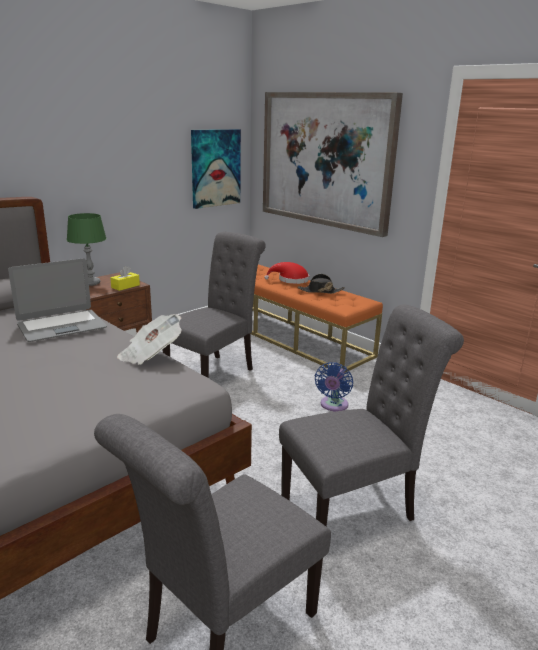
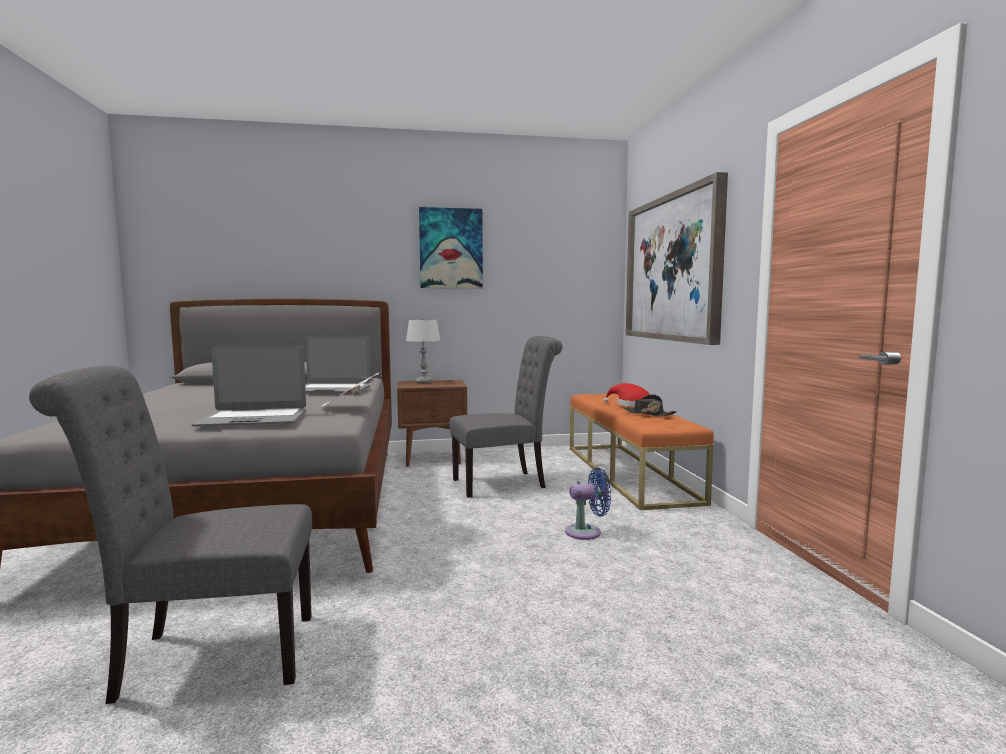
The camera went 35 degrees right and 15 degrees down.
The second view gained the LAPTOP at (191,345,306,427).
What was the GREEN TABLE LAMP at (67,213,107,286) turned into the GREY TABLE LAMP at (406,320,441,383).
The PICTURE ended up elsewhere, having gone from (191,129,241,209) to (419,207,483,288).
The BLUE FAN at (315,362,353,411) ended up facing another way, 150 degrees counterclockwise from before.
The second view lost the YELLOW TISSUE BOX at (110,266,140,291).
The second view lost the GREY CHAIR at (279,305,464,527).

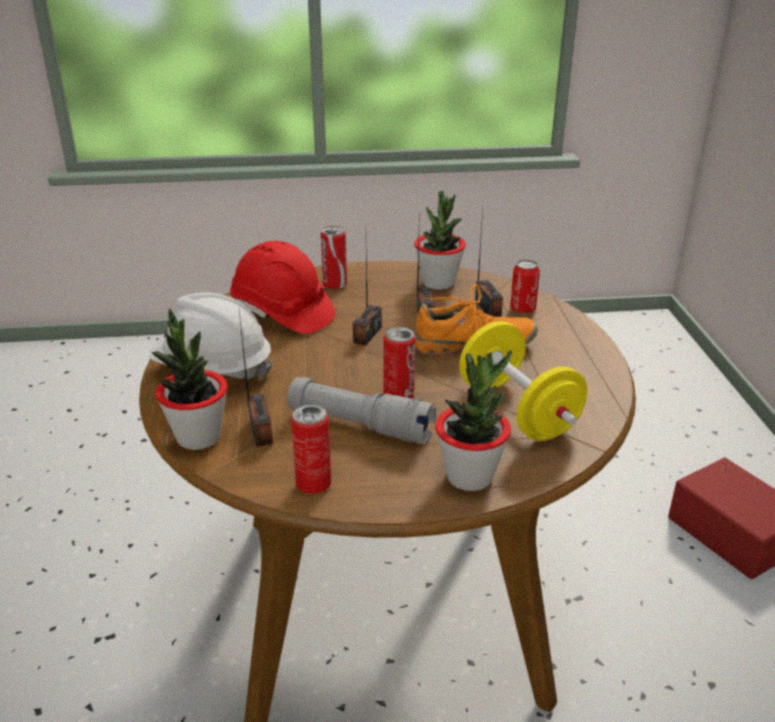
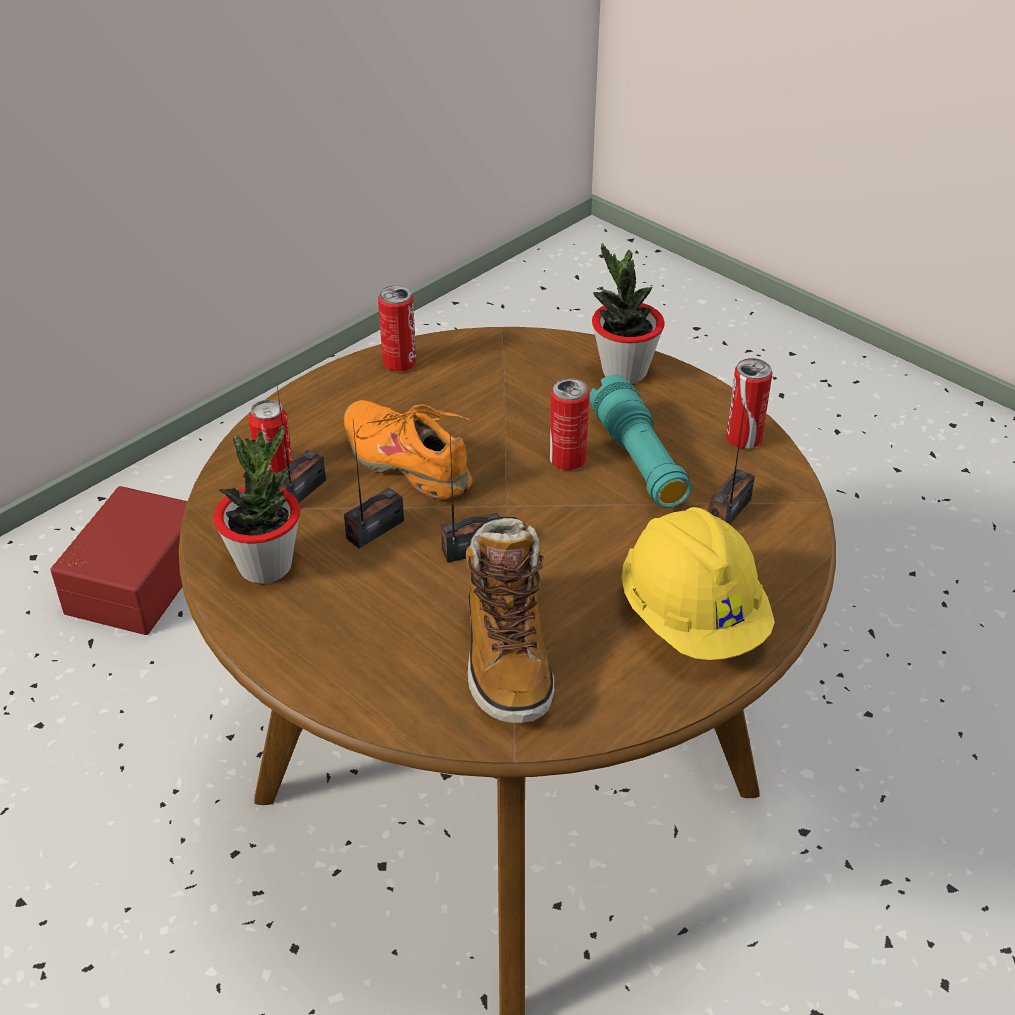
The camera went 130 degrees left and 10 degrees up.
The CAN ended up elsewhere, having gone from (321,226,347,289) to (378,285,416,371).
Where the RED HARD HAT stood at (230,241,335,334), the BOOT came to stand at (466,517,554,723).
What was the GREY FLASHLIGHT at (287,377,436,444) turned into the TURQUOISE FLASHLIGHT at (589,375,692,508).
What was the WHITE HARD HAT at (149,292,273,379) turned into the YELLOW HARD HAT at (622,507,775,660).
The second view lost the POTTED PLANT at (151,308,228,450).
The second view lost the YELLOW DUMBBELL at (459,321,588,441).

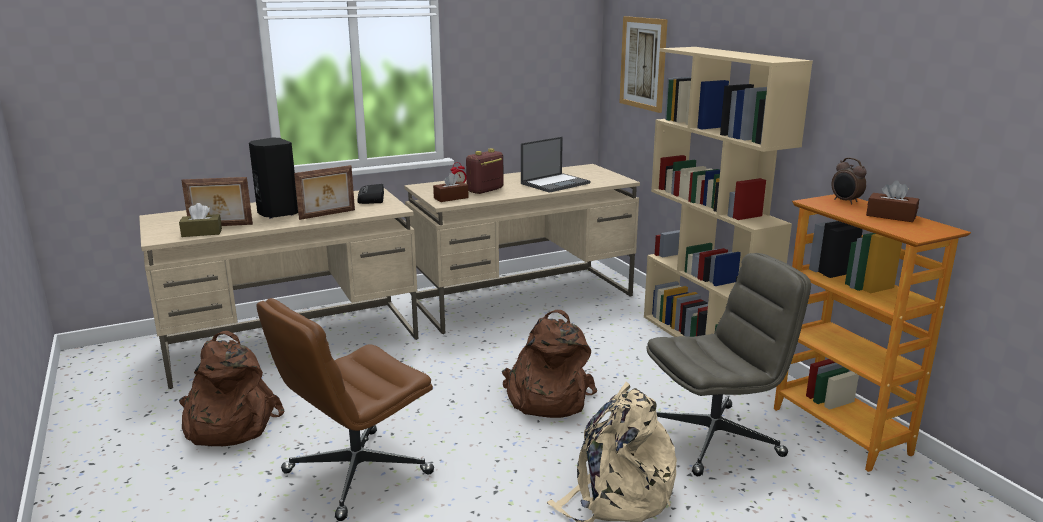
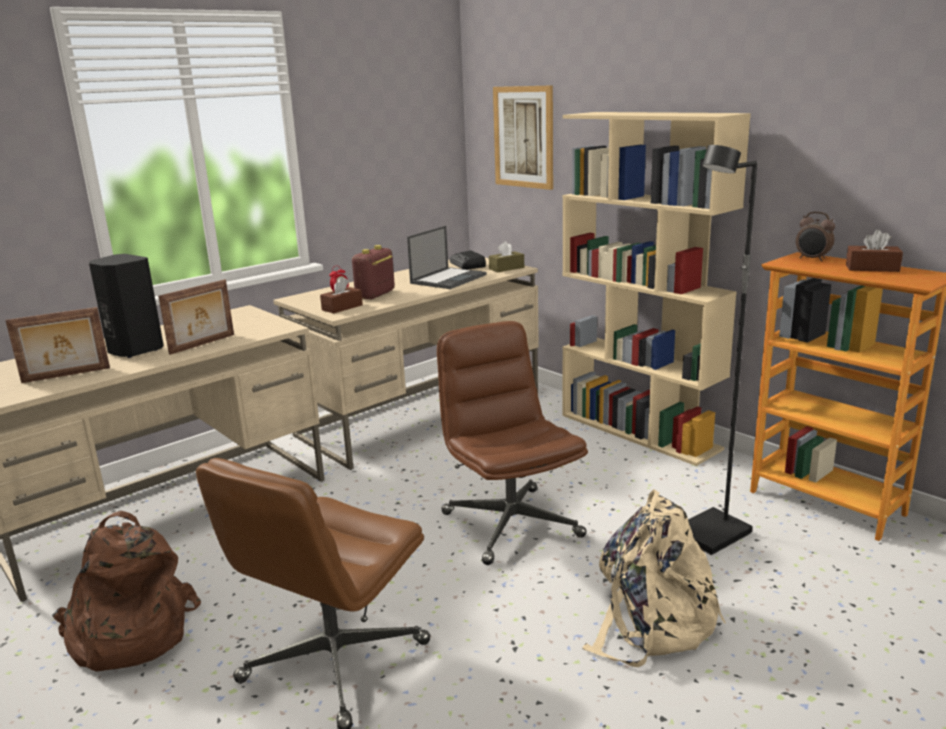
The camera went 15 degrees left and 0 degrees up.
Where the BROWN BACKPACK stood at (502,310,597,418), the BROWN OFFICE CHAIR came to stand at (437,321,588,565).
The RADIO ended up elsewhere, having gone from (358,184,384,204) to (450,250,486,269).
The BROWN TISSUE BOX ended up elsewhere, having gone from (179,203,222,237) to (489,241,524,272).
Where the GREY OFFICE CHAIR stood at (646,253,811,476), the BLACK FLOOR LAMP came to stand at (688,145,758,555).

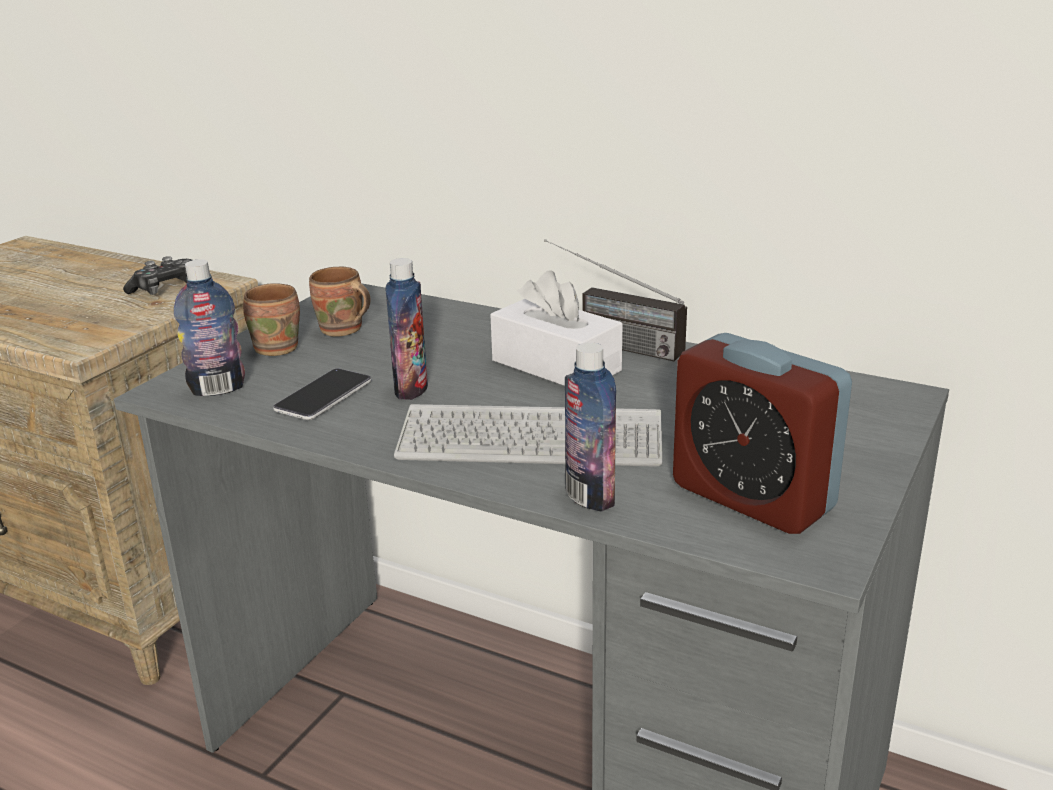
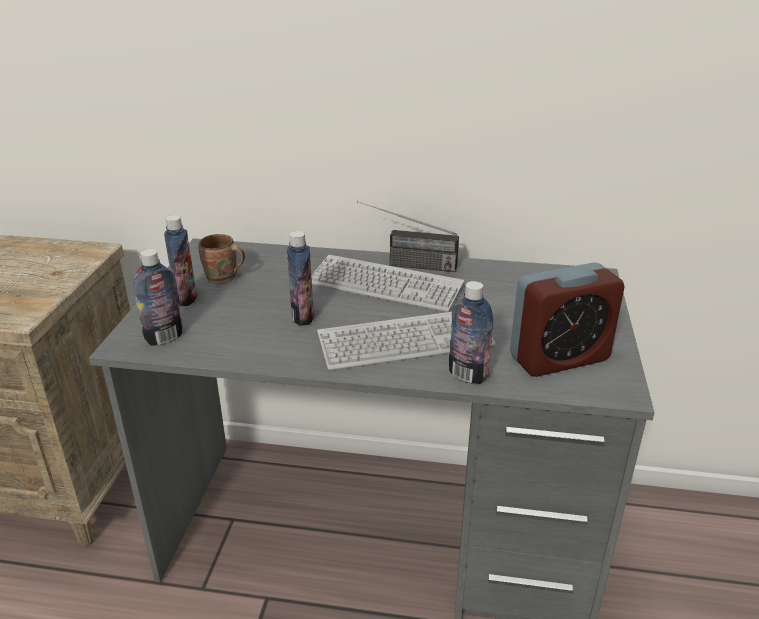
The camera went 20 degrees left and 5 degrees up.
Where the BROWN MUG stood at (243,283,300,356), the BOTTLE came to stand at (164,215,197,306).
Where the WHITE TISSUE BOX stood at (490,270,622,386), the KEYBOARD came to stand at (311,255,464,312).
The ALARM CLOCK at (673,333,852,534) ended up facing another way, 45 degrees counterclockwise from before.
The second view lost the GAME CONTROLLER at (123,256,192,295).
The second view lost the PHONE at (273,369,372,420).

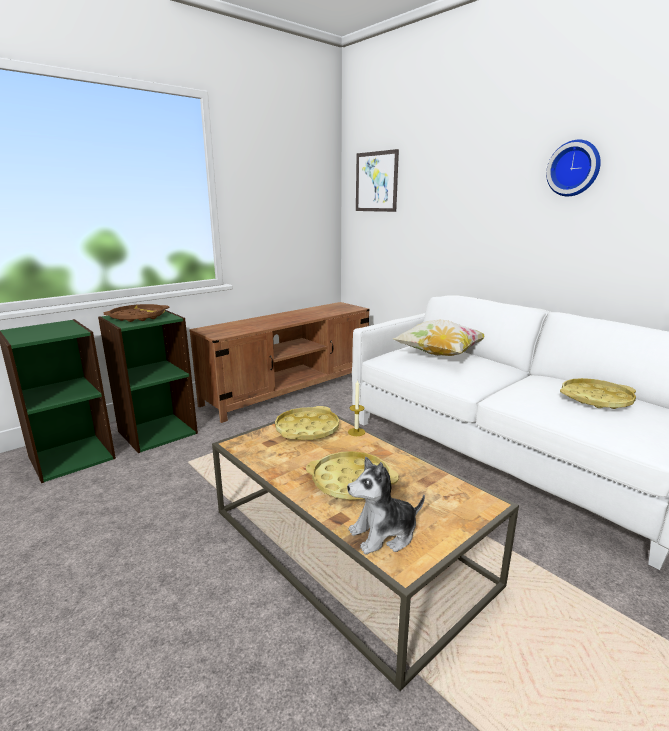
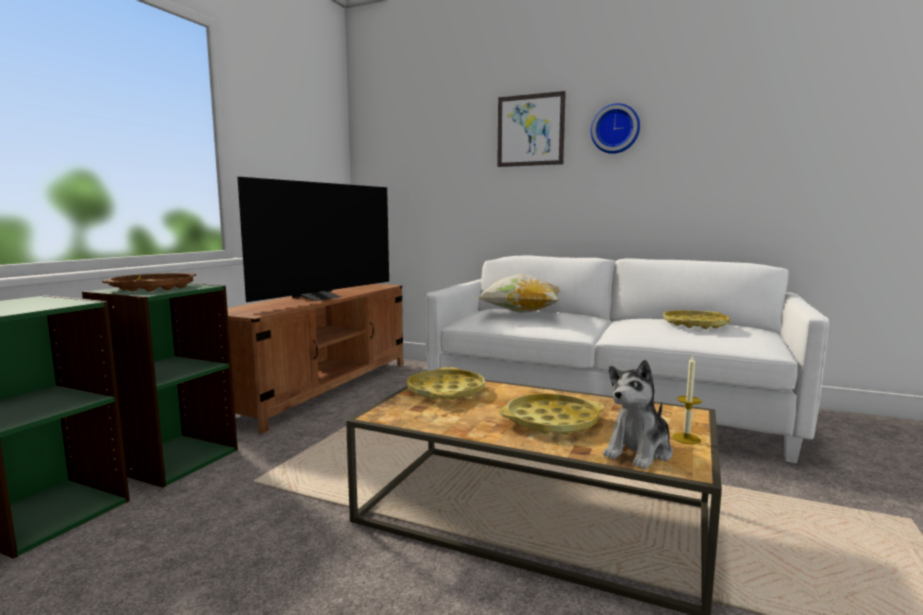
The camera went 25 degrees left and 10 degrees down.
The second view gained the TELEVISION at (238,177,389,302).
The PICTURE ended up elsewhere, having gone from (356,149,399,212) to (497,91,566,167).
The CANDLE ended up elsewhere, having gone from (348,380,365,436) to (672,355,702,444).

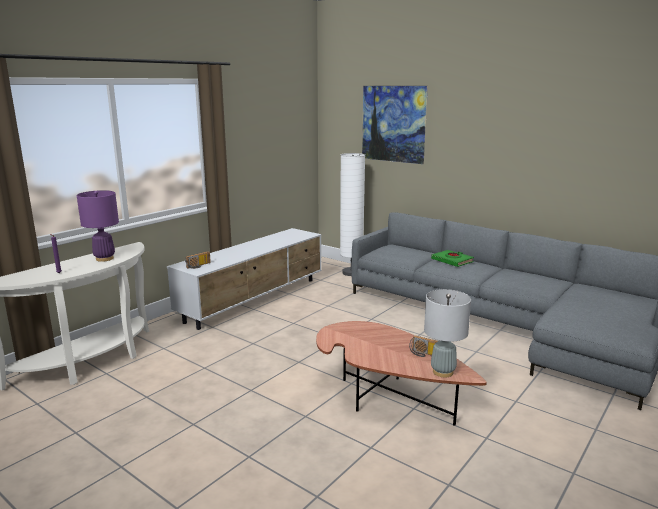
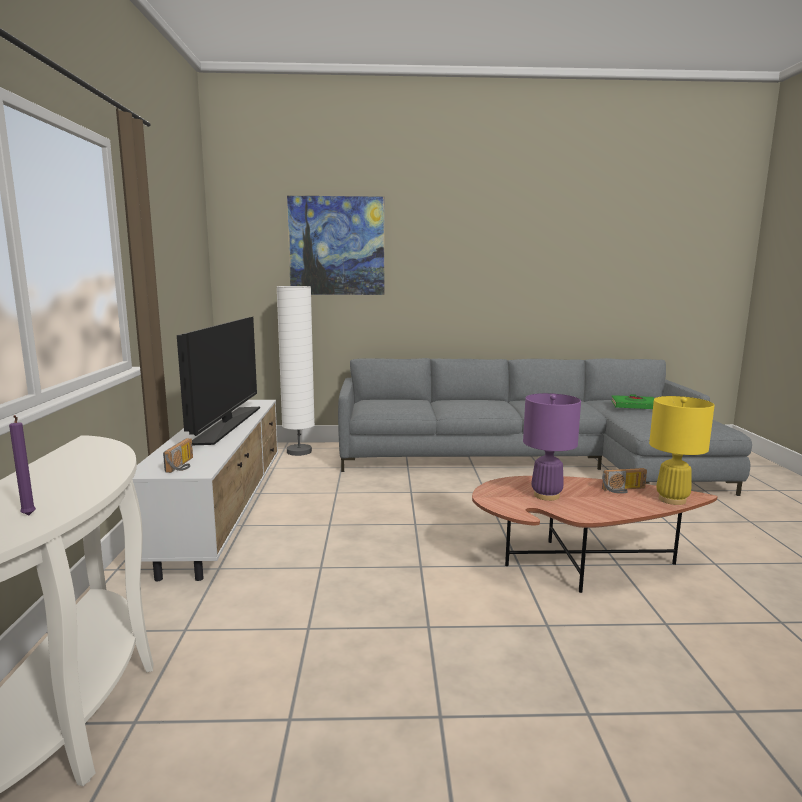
The camera went 40 degrees left and 5 degrees down.
The second view gained the TELEVISION at (177,317,260,445).
The PURPLE TABLE LAMP ended up elsewhere, having gone from (77,190,119,262) to (523,393,581,501).
The GREEN BOOK ended up elsewhere, having gone from (431,250,474,267) to (611,394,655,409).
What was the GREY TABLE LAMP at (424,289,471,377) turned into the YELLOW TABLE LAMP at (649,396,715,505).

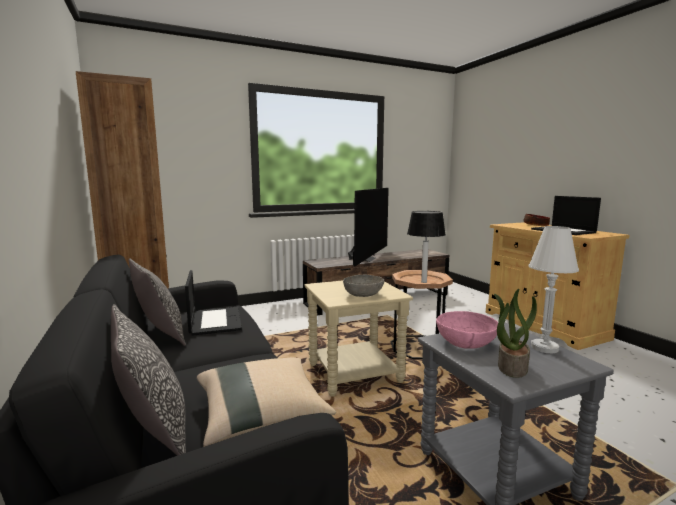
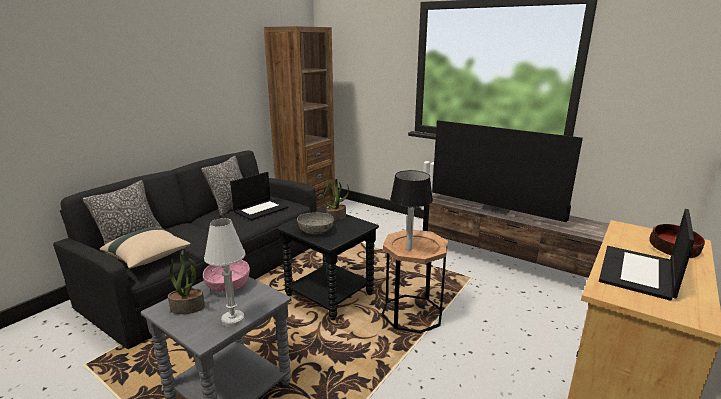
The camera went 60 degrees right and 10 degrees up.
What was the BEIGE SIDE TABLE at (304,280,413,396) turned into the BLACK SIDE TABLE at (276,207,379,320).
The second view gained the POTTED PLANT at (323,179,349,221).
The TELEVISION at (348,188,389,266) ended up facing another way, 45 degrees clockwise from before.

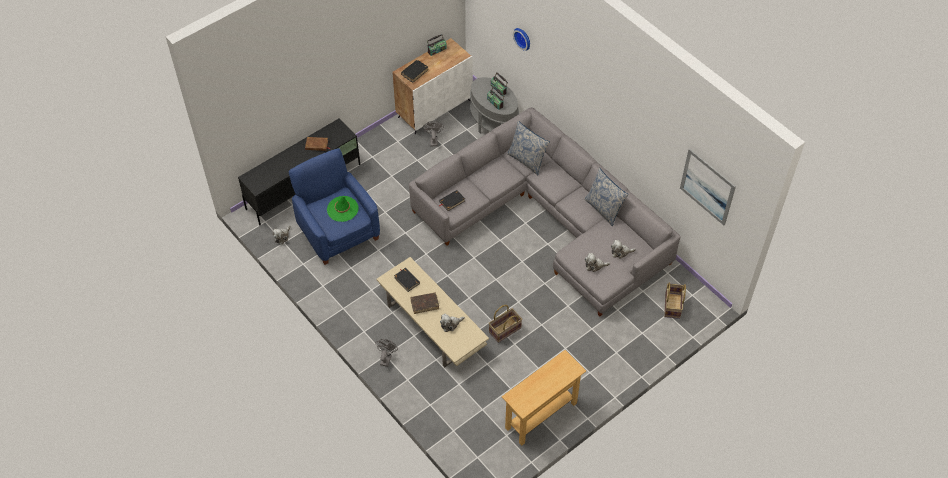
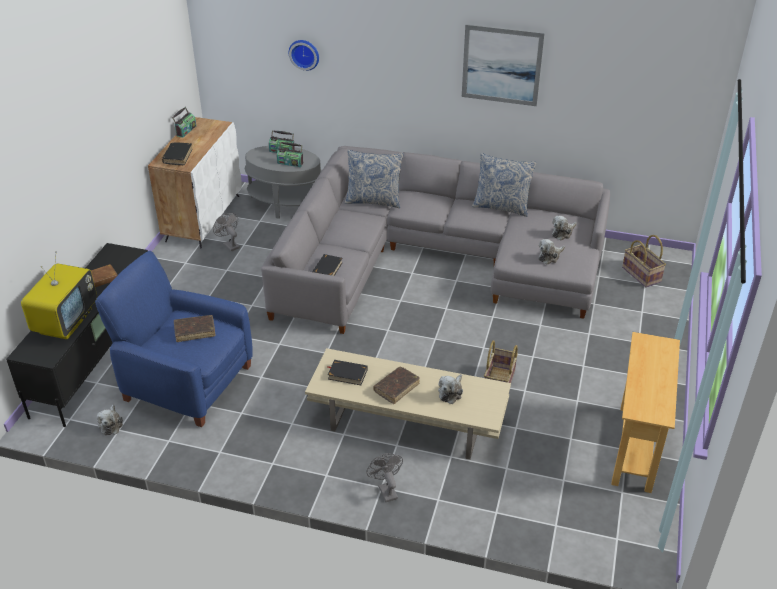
The camera went 35 degrees left and 15 degrees down.
The second view gained the TELEVISION at (21,251,97,339).
Where the GREEN HAT stood at (327,196,358,222), the BROWN BOOK came to stand at (174,315,216,342).
The PICTURE ended up elsewhere, having gone from (680,148,736,225) to (462,24,545,106).

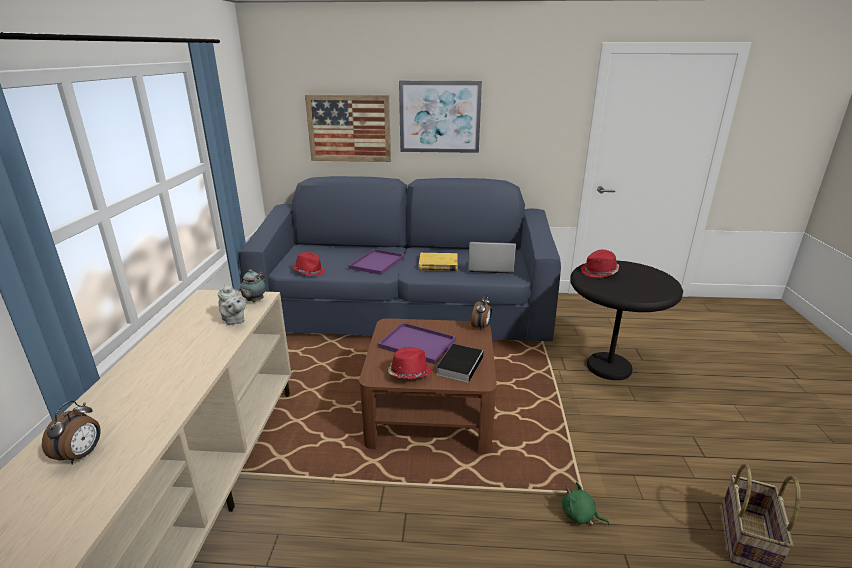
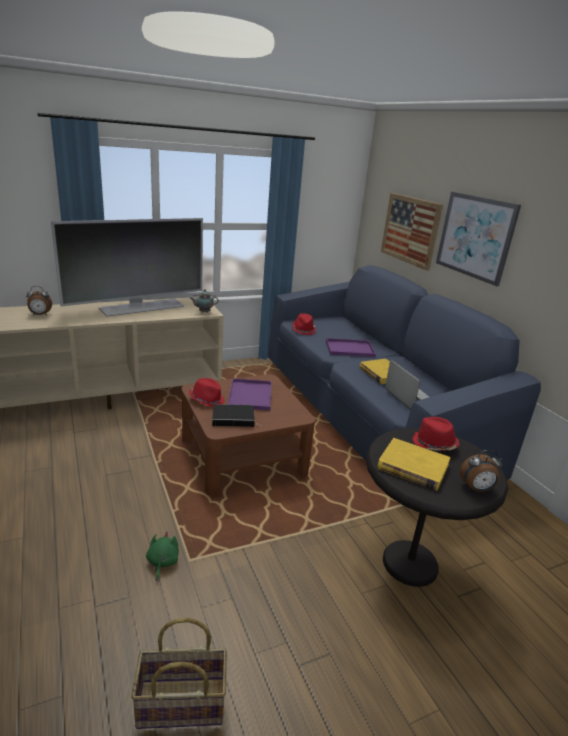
The camera went 60 degrees right and 0 degrees up.
The second view gained the TELEVISION at (51,218,203,317).
The second view gained the YELLOW BOOK at (378,438,451,491).
The ALARM CLOCK ended up elsewhere, having gone from (471,295,492,331) to (460,450,502,492).
The second view lost the GREY TEAPOT at (218,284,246,325).

